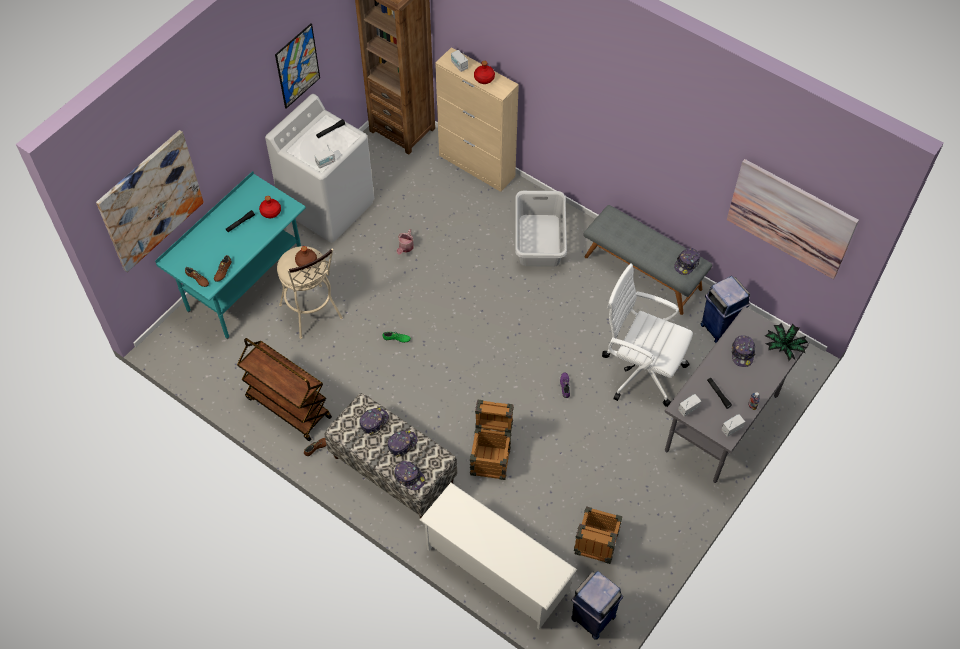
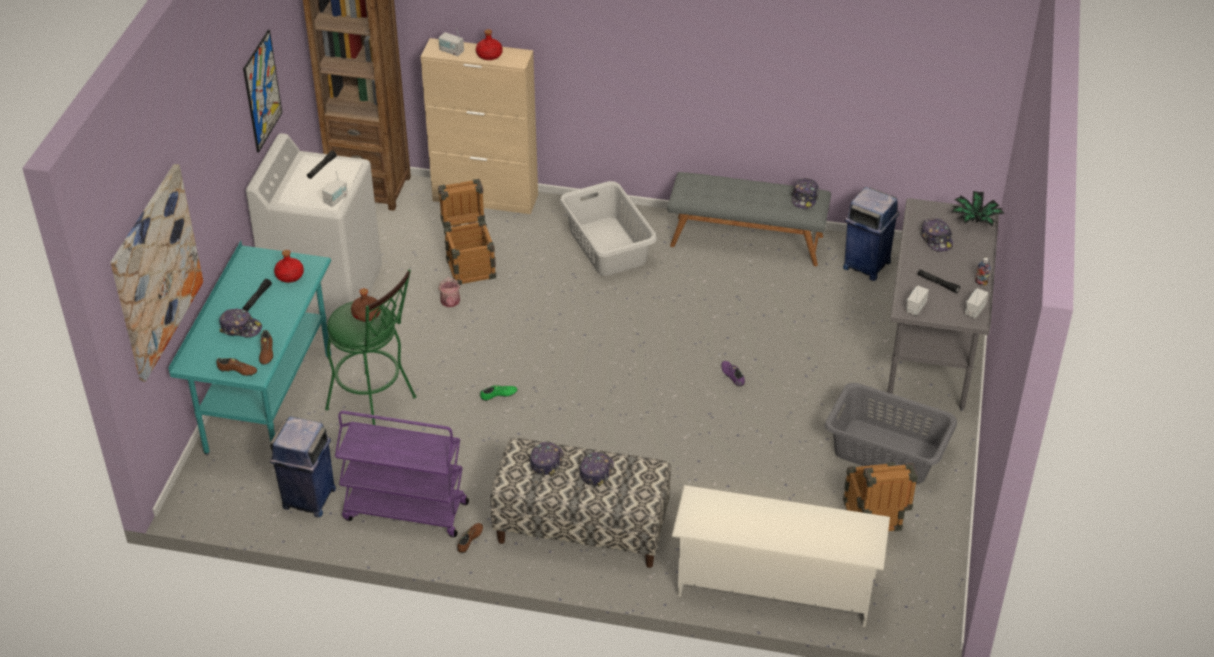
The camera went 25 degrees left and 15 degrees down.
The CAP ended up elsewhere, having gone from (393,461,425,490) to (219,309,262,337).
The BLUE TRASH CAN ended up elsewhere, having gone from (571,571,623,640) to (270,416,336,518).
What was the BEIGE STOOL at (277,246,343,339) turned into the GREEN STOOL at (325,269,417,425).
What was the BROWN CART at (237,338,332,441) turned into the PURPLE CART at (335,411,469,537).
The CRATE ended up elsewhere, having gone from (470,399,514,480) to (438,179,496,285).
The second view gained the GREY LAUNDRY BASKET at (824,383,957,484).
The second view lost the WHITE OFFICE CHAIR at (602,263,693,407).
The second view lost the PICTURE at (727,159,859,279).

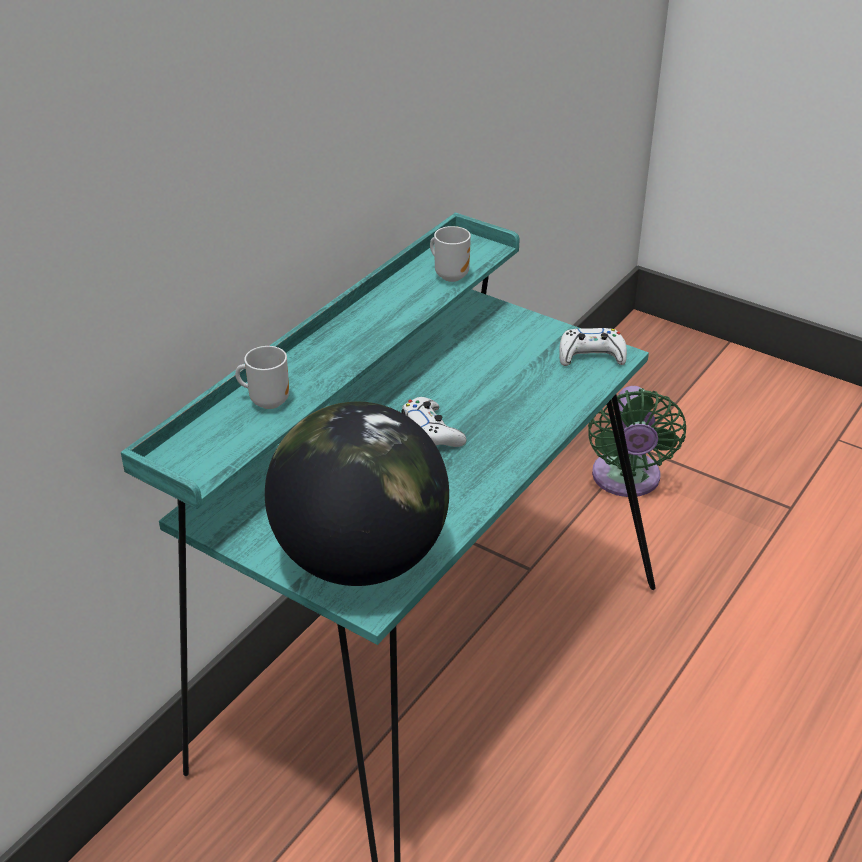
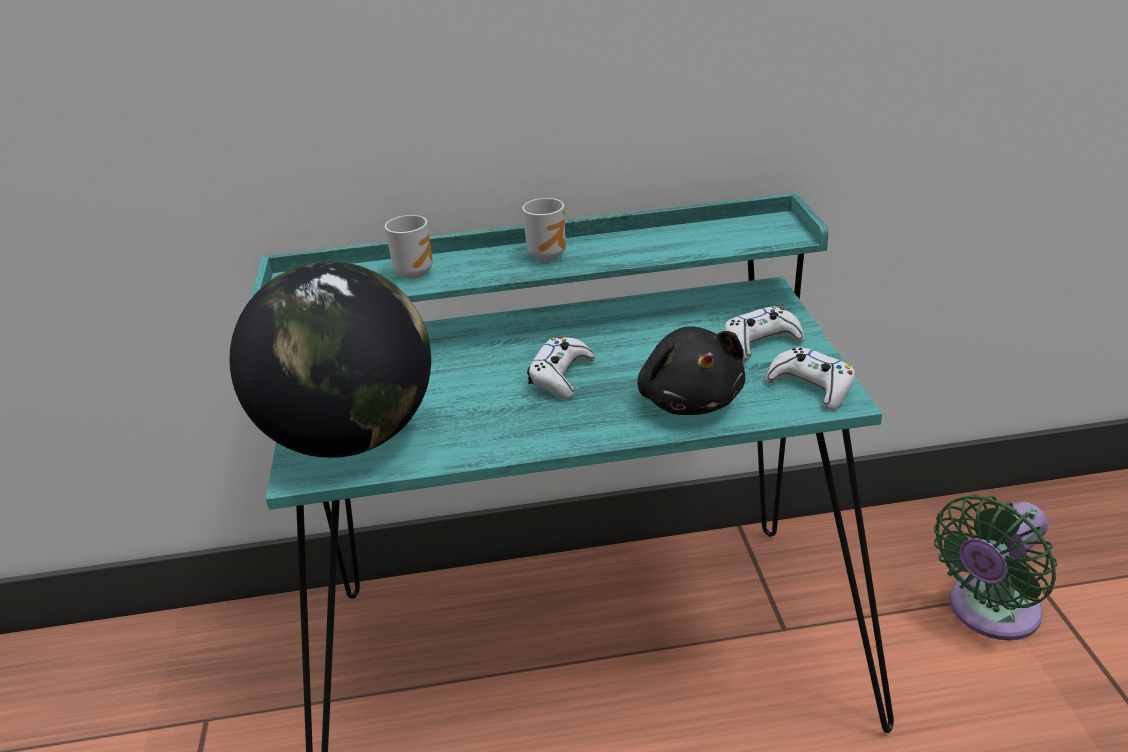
The camera went 50 degrees right and 5 degrees down.
The MUG ended up elsewhere, having gone from (430,226,471,282) to (522,198,566,261).
The second view gained the BLACK PLUSH TOY at (637,326,745,415).
The second view gained the WHITE GAME CONTROLLER at (725,306,804,361).

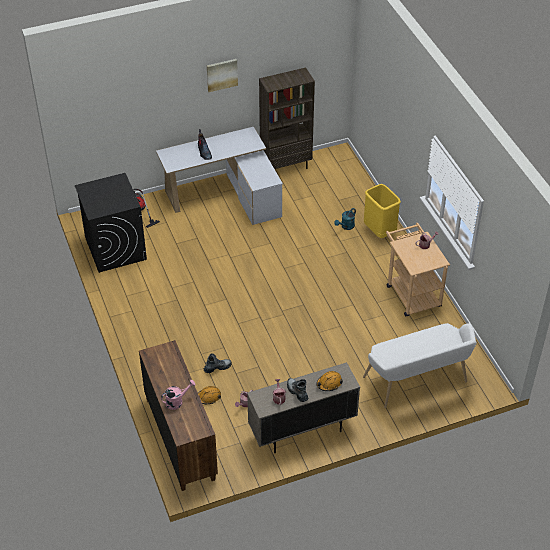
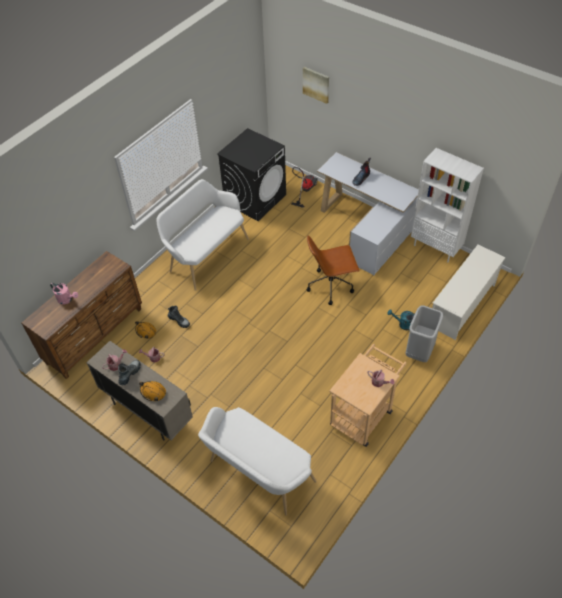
The camera went 60 degrees right and 5 degrees up.
The second view gained the WHITE BENCH at (157,179,249,291).
The PICTURE ended up elsewhere, having gone from (207,59,238,92) to (303,67,329,104).
The second view gained the BROWN OFFICE CHAIR at (307,235,360,305).
What was the YELLOW TRASH CAN at (364,184,401,238) turned into the GREY TRASH CAN at (406,306,443,362).
What was the BROWN BOOKCASE at (259,67,315,169) turned into the WHITE BOOKCASE at (411,148,484,262).
The second view gained the WHITE SHOE RACK at (432,245,506,340).

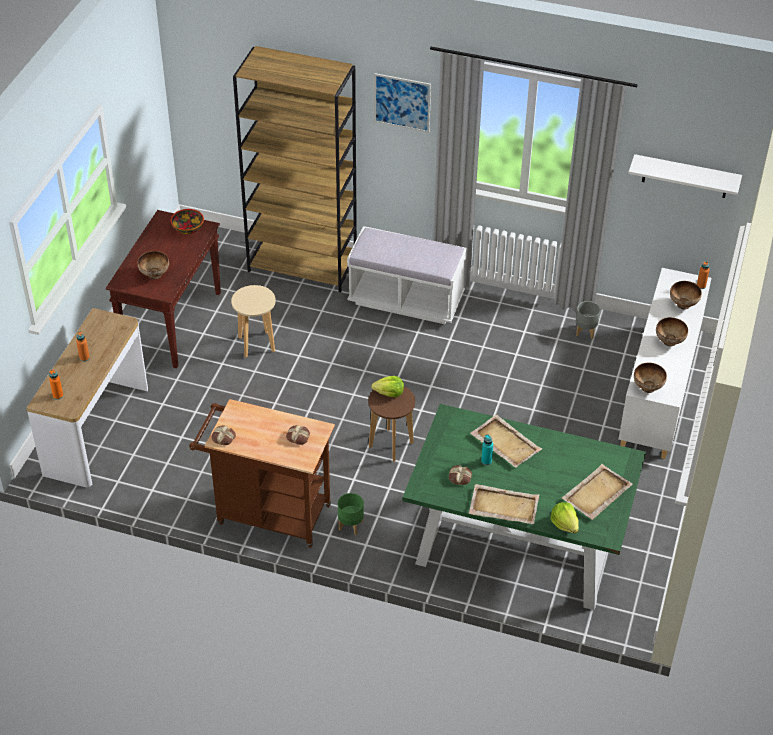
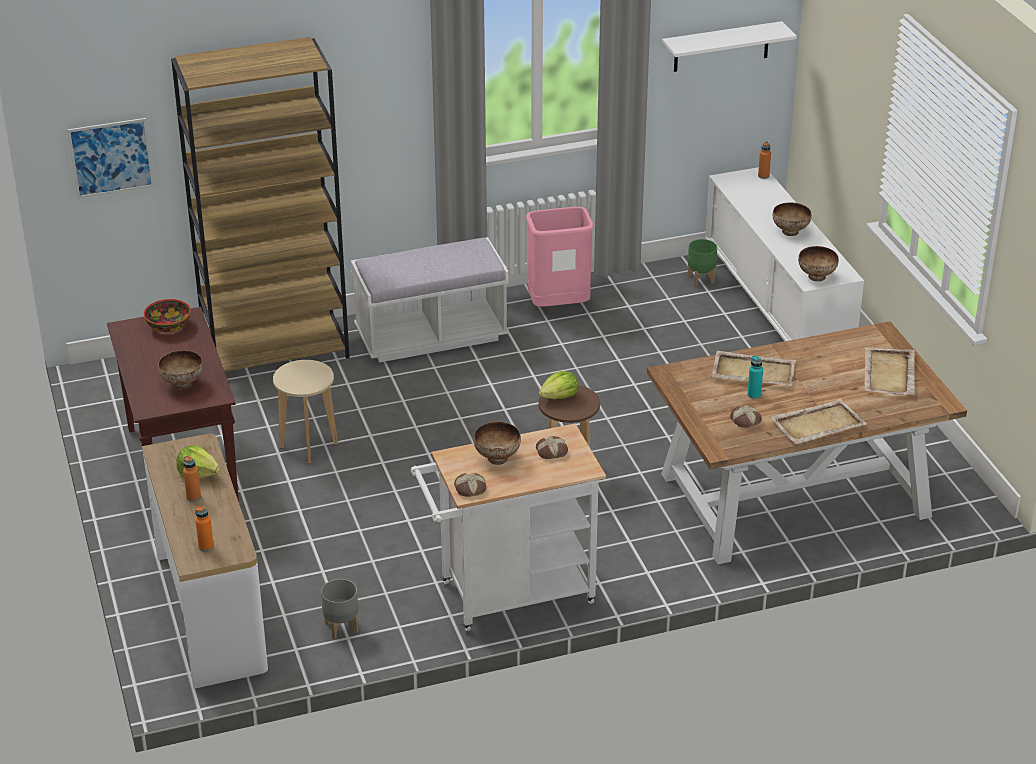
The camera went 35 degrees left and 10 degrees down.
The PICTURE ended up elsewhere, having gone from (374,73,431,133) to (67,118,154,199).
The LETTUCE ended up elsewhere, having gone from (551,502,579,534) to (176,445,220,479).
The GREY PLANTER ended up elsewhere, having gone from (576,301,600,339) to (321,579,358,639).
What was the BROWN CART at (189,399,335,548) turned into the WHITE CART at (411,423,606,631).
The BOWL ended up elsewhere, having gone from (670,281,702,310) to (474,422,521,465).
The second view gained the PINK TRASH CAN at (526,207,594,307).
What was the GREEN DINING TABLE at (402,404,646,610) turned into the BROWN DINING TABLE at (647,321,967,564).
The GREEN PLANTER ended up elsewhere, having gone from (338,493,364,535) to (688,239,717,287).

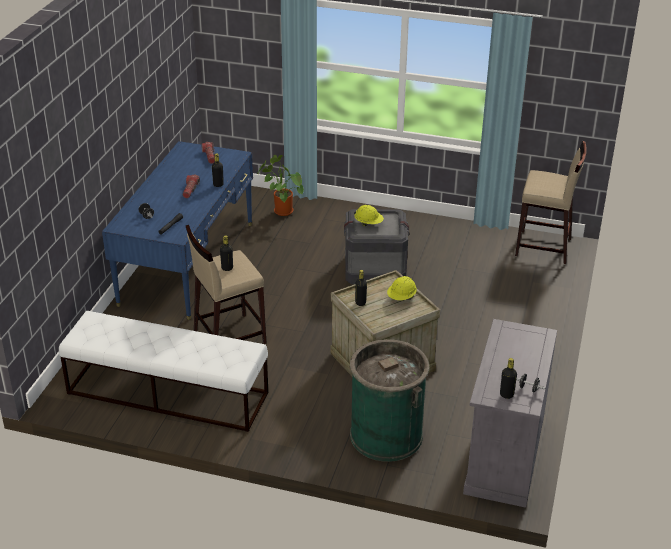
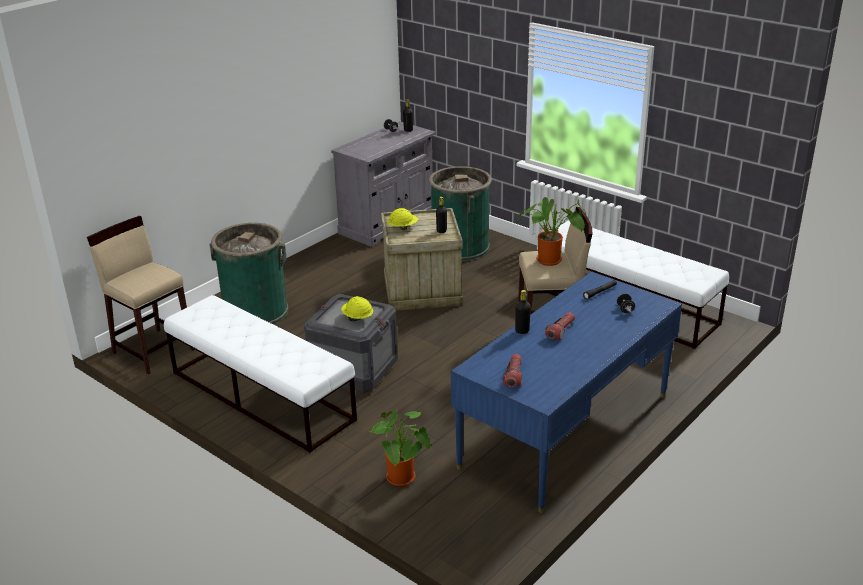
The camera went 155 degrees left and 5 degrees down.
The second view gained the WHITE BENCH at (164,295,357,453).
The second view gained the GREEN TRASH CAN at (210,223,288,325).
Where the BLACK BOTTLE stood at (220,235,233,271), the POTTED PLANT came to stand at (518,197,586,266).

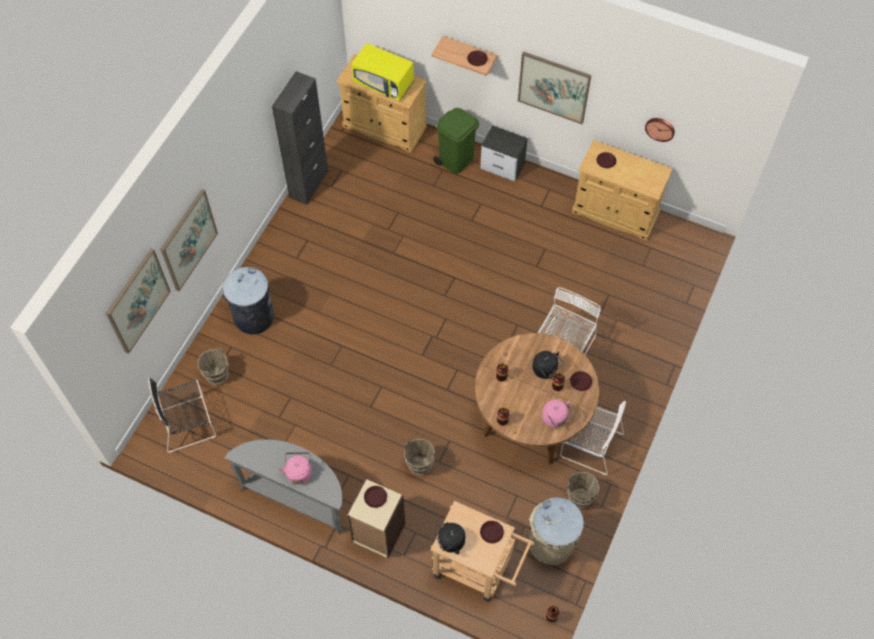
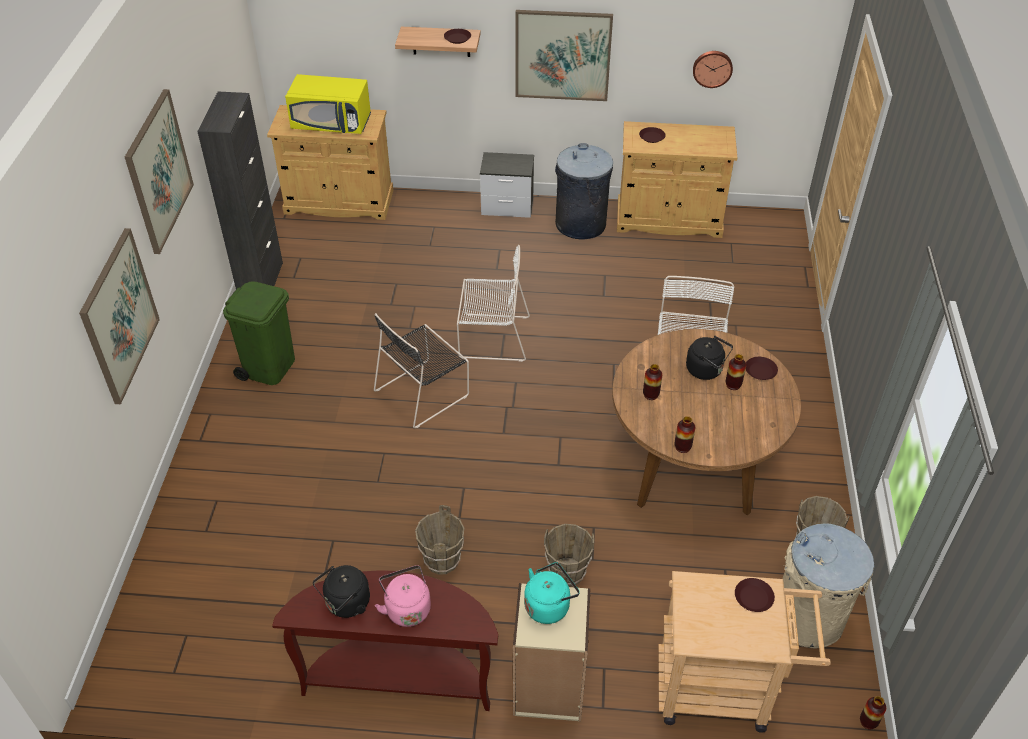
The camera went 20 degrees left and 15 degrees down.
The PICTURE ended up elsewhere, having gone from (106,249,171,354) to (125,89,194,254).
The GREEN TRASH CAN ended up elsewhere, having gone from (433,108,479,174) to (223,281,295,385).
What was the GREY CONSOLE TABLE at (225,439,342,534) turned into the BROWN CONSOLE TABLE at (272,570,498,711).
The BLACK KETTLE ended up elsewhere, having gone from (434,522,465,554) to (313,565,370,618).
The BLACK CHAIR ended up elsewhere, having gone from (148,378,216,453) to (374,313,469,428).
The BROWN BUCKET ended up elsewhere, having gone from (197,347,229,385) to (415,505,464,575).
The WHITE CHAIR ended up elsewhere, having gone from (560,401,626,475) to (457,245,530,362).
Where the BROWN PLATE stood at (364,486,387,508), the TURQUOISE KETTLE came to stand at (524,562,580,624).
The GREY TRASH CAN ended up elsewhere, having gone from (222,267,274,334) to (555,143,613,240).
The second view lost the PINK KETTLE at (542,399,574,428).

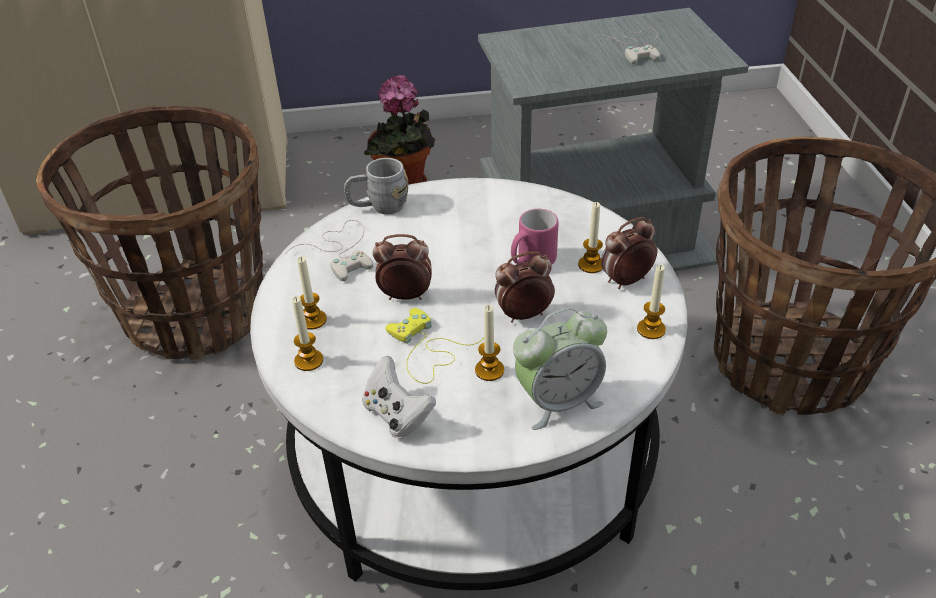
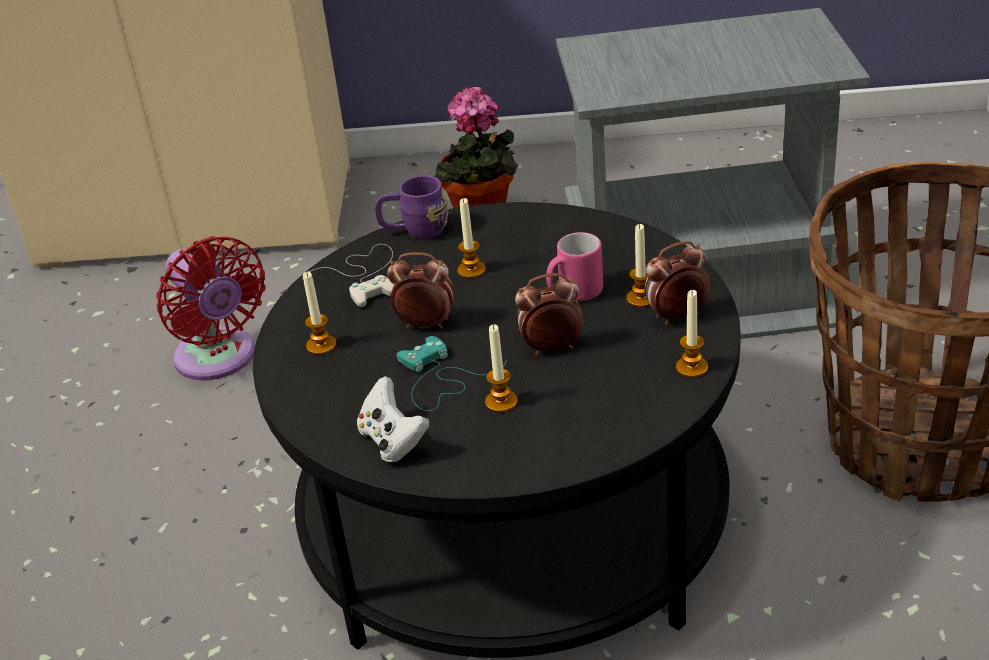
The camera went 10 degrees right and 5 degrees down.
Where the BASKET stood at (36,105,263,360), the RED FAN came to stand at (156,236,266,380).
What was the WHITE COFFEE TABLE at (250,178,687,590) turned into the BLACK COFFEE TABLE at (253,202,741,658).
What was the GREY MUG at (344,158,408,214) turned into the PURPLE MUG at (375,175,448,239).
What was the YELLOW GAME CONTROLLER at (385,308,484,384) turned into the TURQUOISE GAME CONTROLLER at (397,336,507,411).
The CANDLE ended up elsewhere, having gone from (292,296,323,371) to (457,198,486,278).
The second view lost the ALARM CLOCK at (513,308,607,430).
The second view lost the WHITE GAME CONTROLLER at (591,27,660,64).

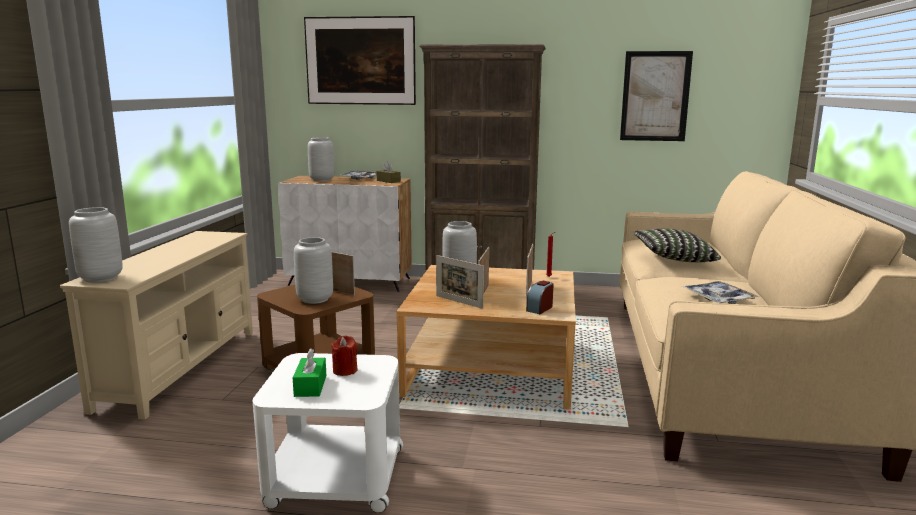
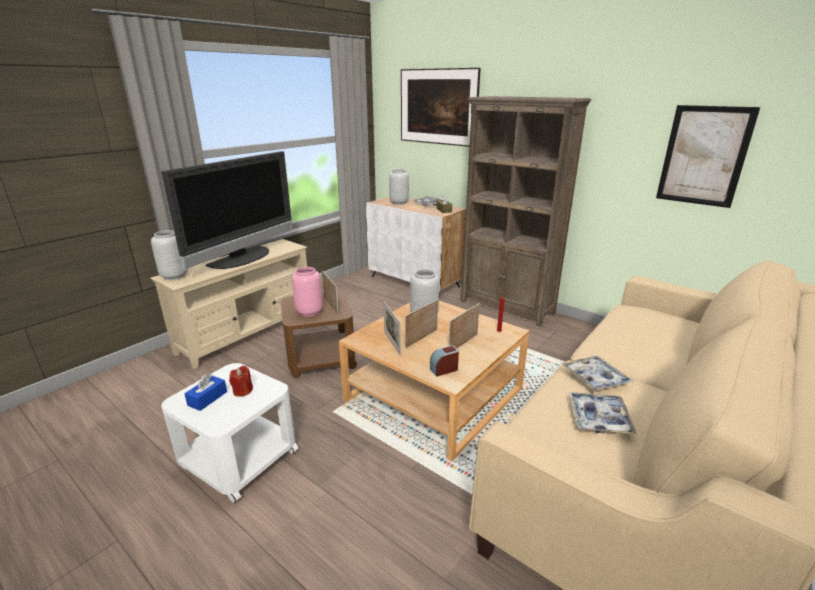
The camera went 30 degrees right and 10 degrees up.
The second view gained the TELEVISION at (161,151,292,270).
What was the GREEN TISSUE BOX at (293,348,326,397) turned into the BLUE TISSUE BOX at (184,373,227,411).
What was the GREY VASE at (294,237,333,304) turned into the PINK VASE at (292,267,323,317).
The second view gained the TRAY at (561,356,633,391).
The second view lost the PILLOW at (633,229,721,262).

